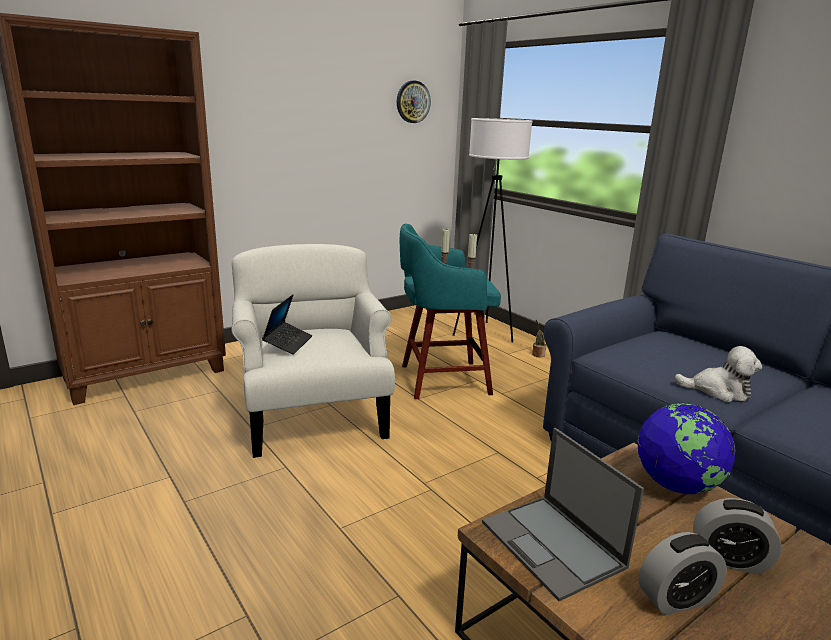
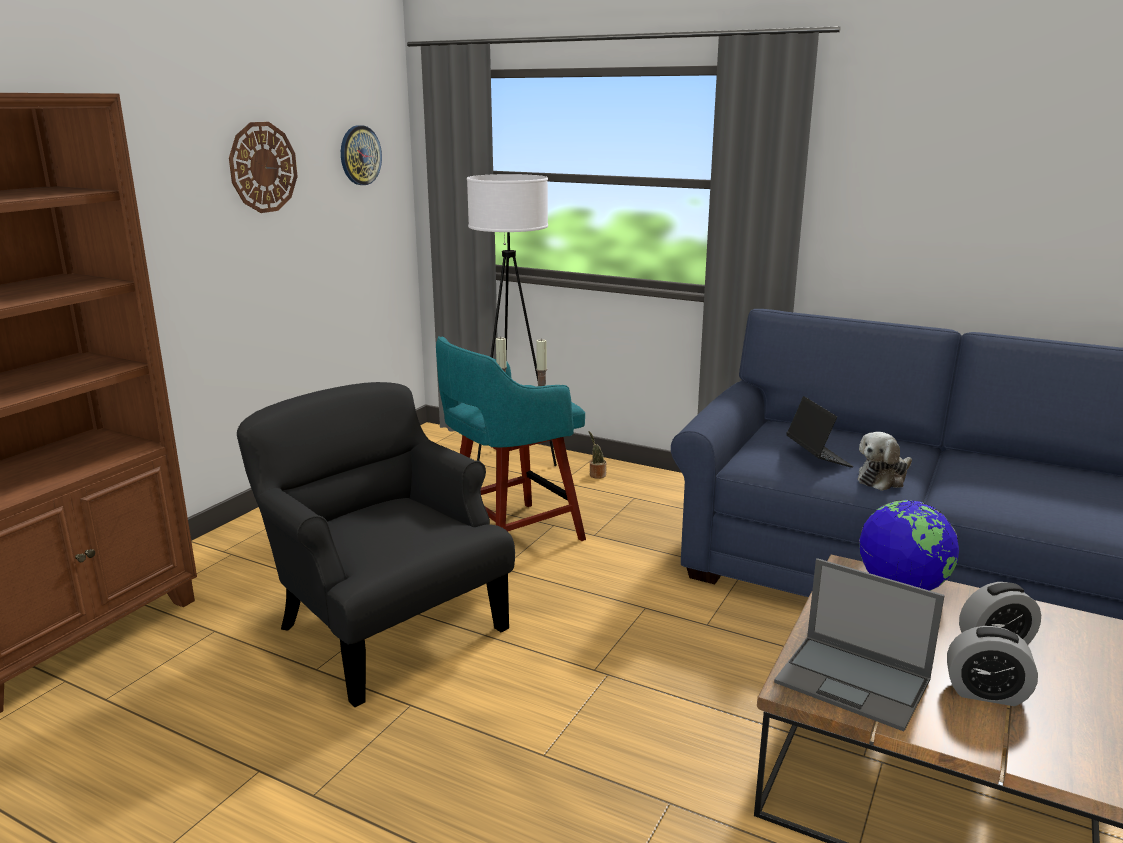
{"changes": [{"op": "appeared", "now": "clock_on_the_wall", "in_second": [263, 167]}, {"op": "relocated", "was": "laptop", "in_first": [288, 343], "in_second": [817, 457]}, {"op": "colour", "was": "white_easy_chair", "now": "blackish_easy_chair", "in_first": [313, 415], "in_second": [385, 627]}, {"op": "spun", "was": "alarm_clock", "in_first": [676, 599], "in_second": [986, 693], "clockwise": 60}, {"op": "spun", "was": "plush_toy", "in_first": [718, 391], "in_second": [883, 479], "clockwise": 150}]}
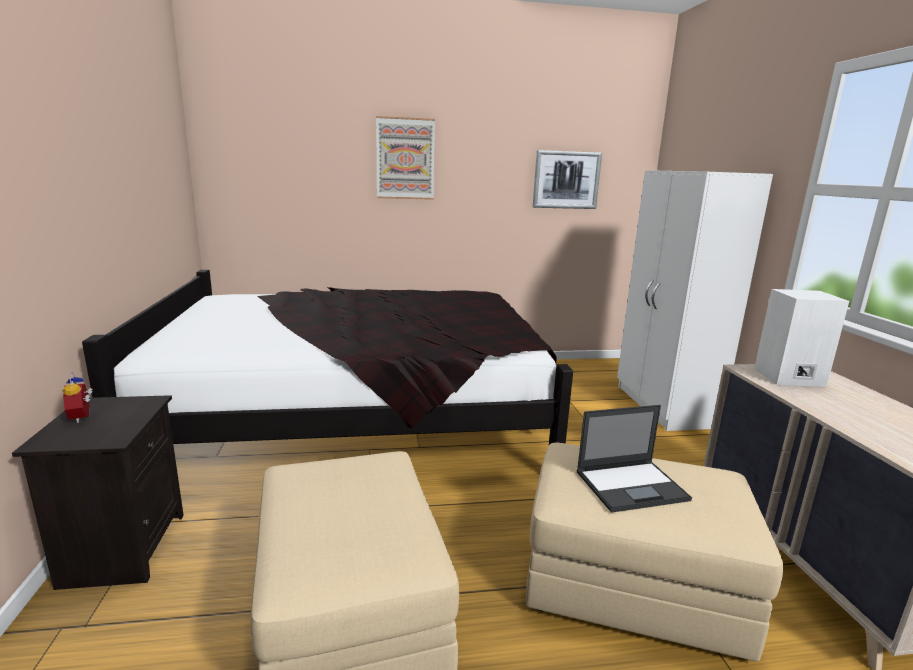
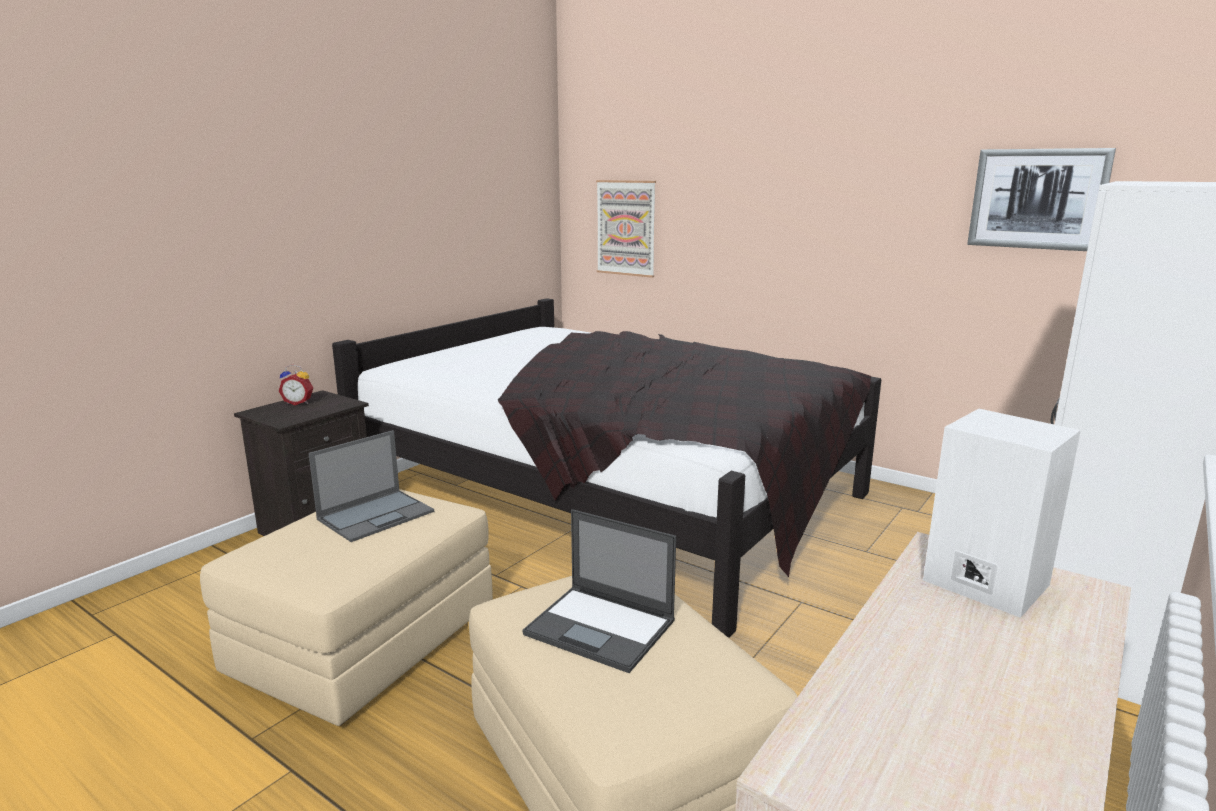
{"changes": [{"op": "appeared", "now": "laptop", "in_second": [377, 515]}, {"op": "relocated", "was": "wall_art", "in_first": [405, 159], "in_second": [626, 228]}, {"op": "spun", "was": "alarm_clock", "in_first": [83, 417], "in_second": [298, 403], "clockwise": -105}]}
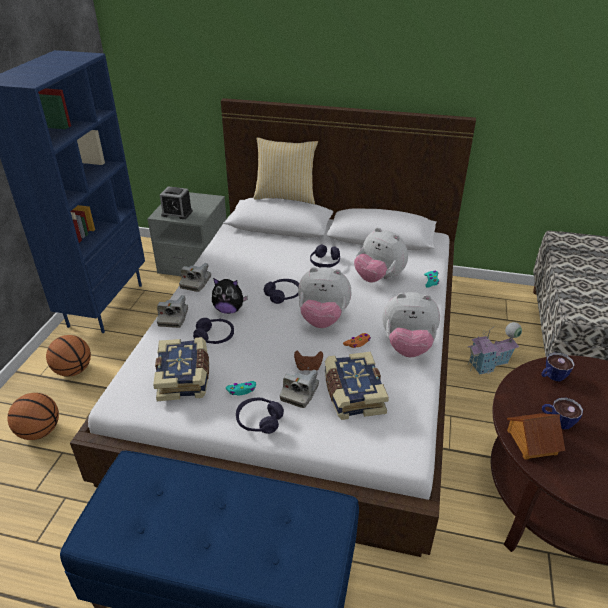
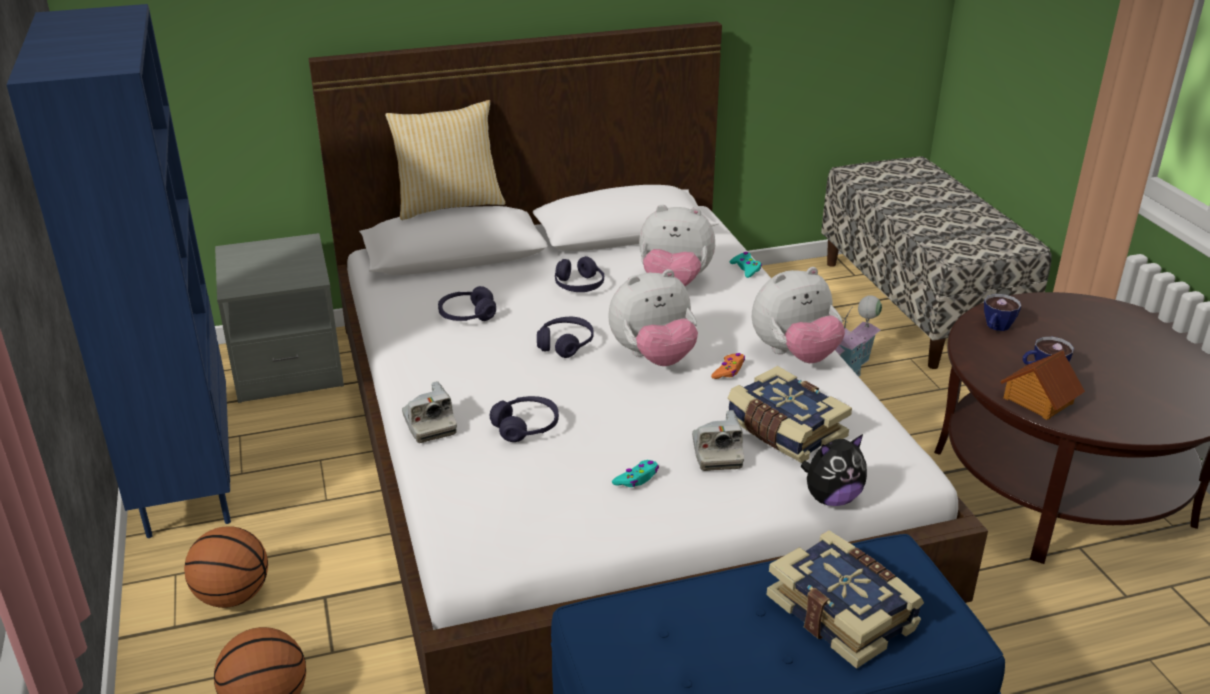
{"changes": [{"op": "missing", "was": "alarm_clock", "in_first": [177, 213]}, {"op": "missing", "was": "photo_camera", "in_first": [196, 283]}, {"op": "missing", "was": "brown-coloured_gamepad", "in_first": [308, 367]}, {"op": "relocated", "was": "book", "in_first": [185, 377], "in_second": [843, 612]}, {"op": "relocated", "was": "plush_toy", "in_first": [229, 310], "in_second": [831, 498]}, {"op": "relocated", "was": "purple-coloured_headphones", "in_first": [259, 421], "in_second": [467, 315]}]}
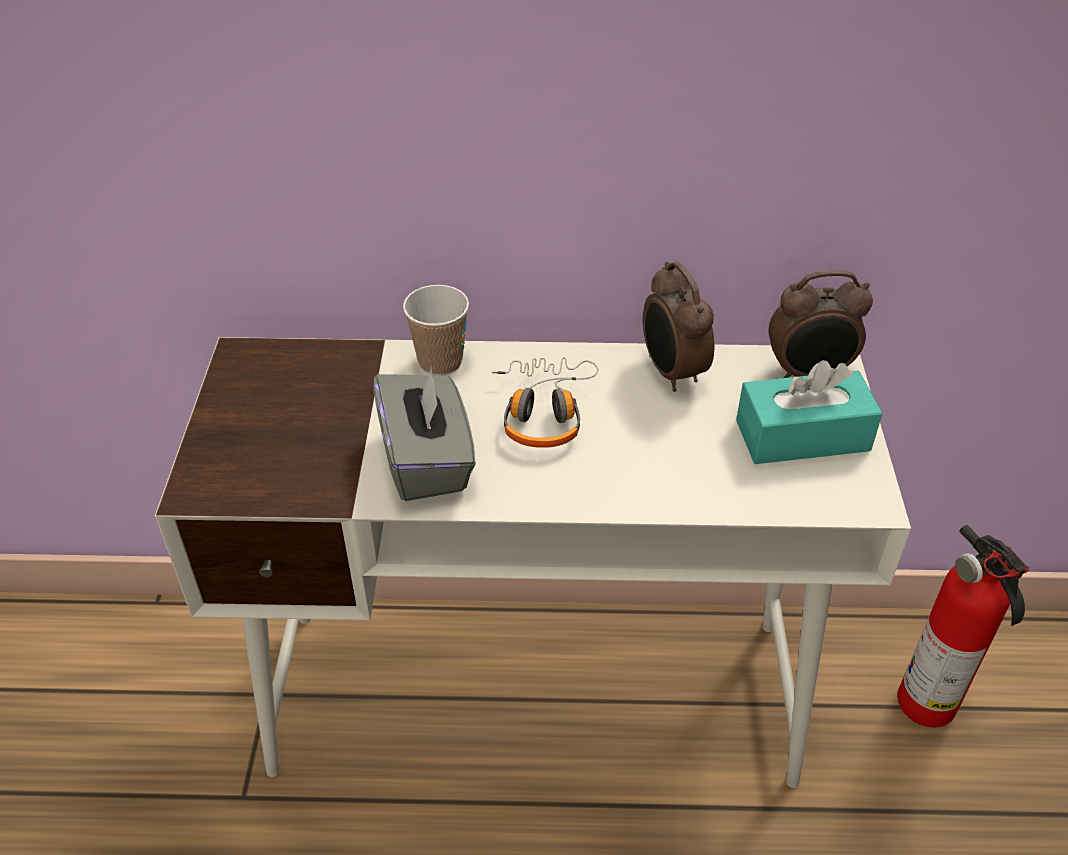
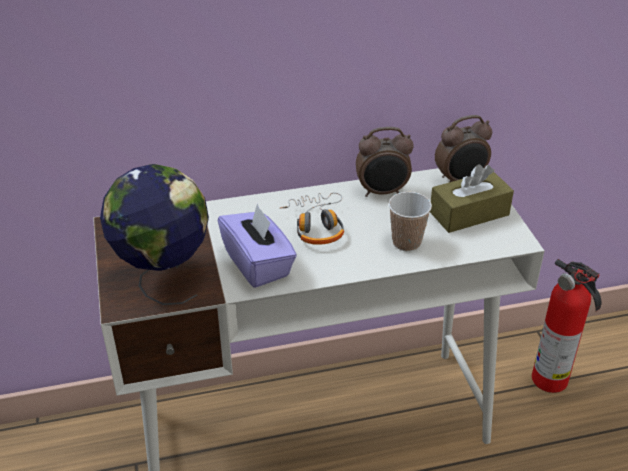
{"changes": [{"op": "appeared", "now": "globe", "in_second": [164, 278]}, {"op": "relocated", "was": "cup", "in_first": [440, 362], "in_second": [406, 242]}, {"op": "colour", "was": "greyish_tissue_box", "now": "purple-coloured_tissue_box", "in_first": [427, 461], "in_second": [258, 264]}, {"op": "colour", "was": "turquoise-coloured_tissue_box", "now": "brown-coloured_tissue_box", "in_first": [802, 436], "in_second": [469, 213]}, {"op": "spun", "was": "alarm_clock", "in_first": [671, 372], "in_second": [382, 192], "clockwise": -60}]}
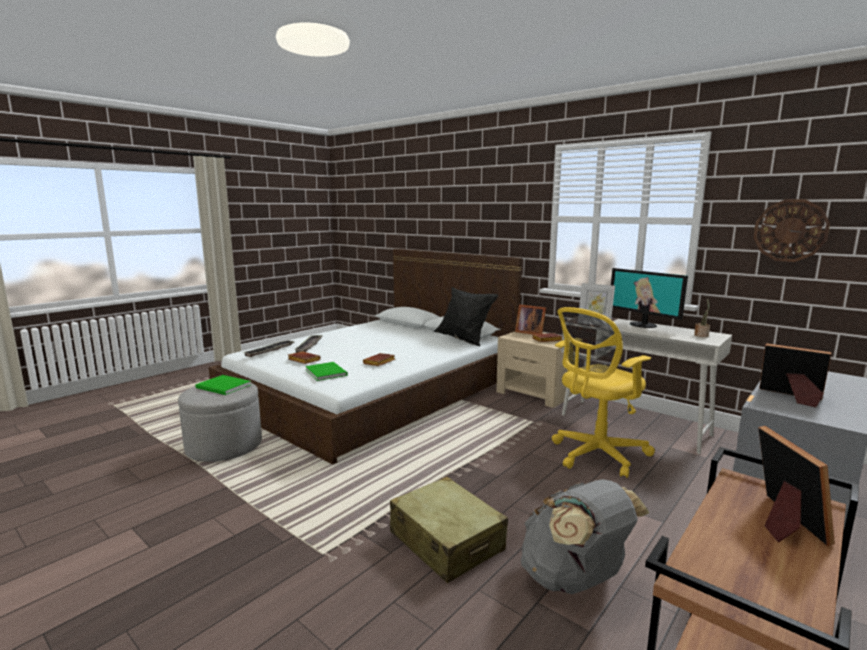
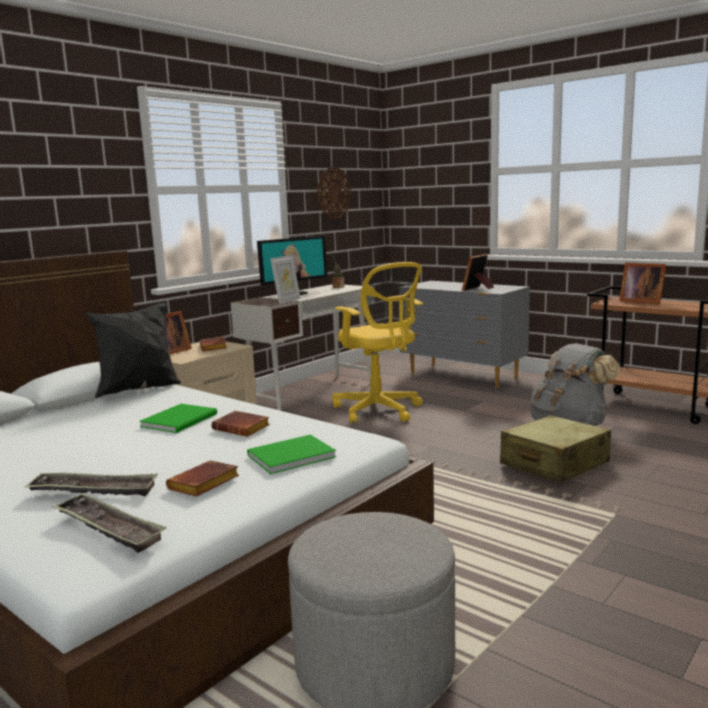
{"changes": [{"op": "relocated", "was": "greenish_book", "in_first": [223, 387], "in_second": [182, 420]}, {"op": "spun", "was": "picture_frame", "in_first": [782, 521], "in_second": [640, 301], "clockwise": -135}]}
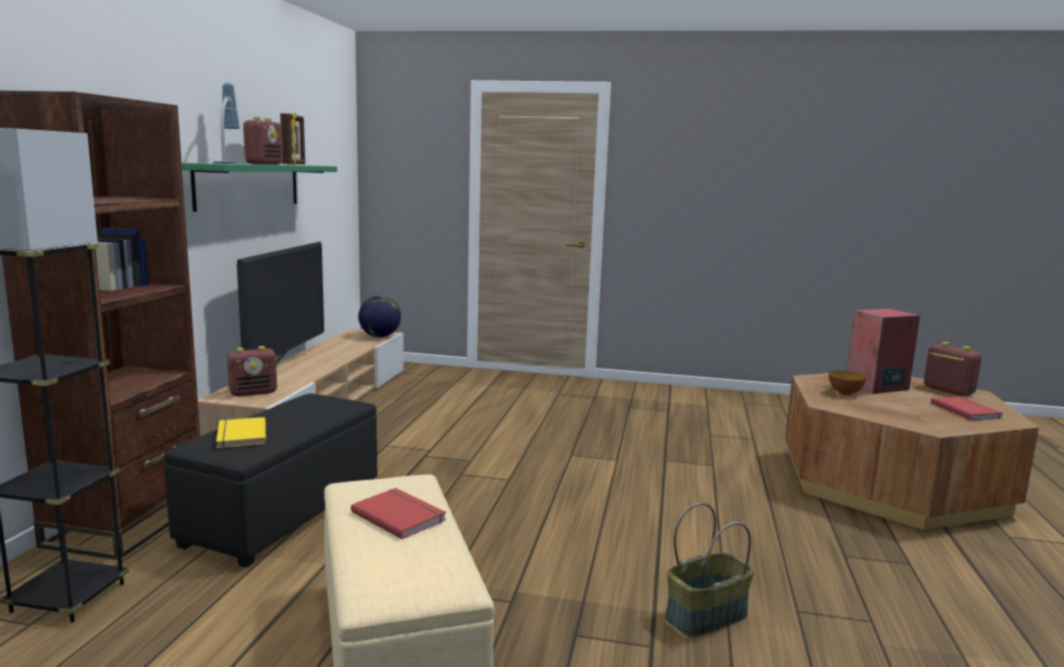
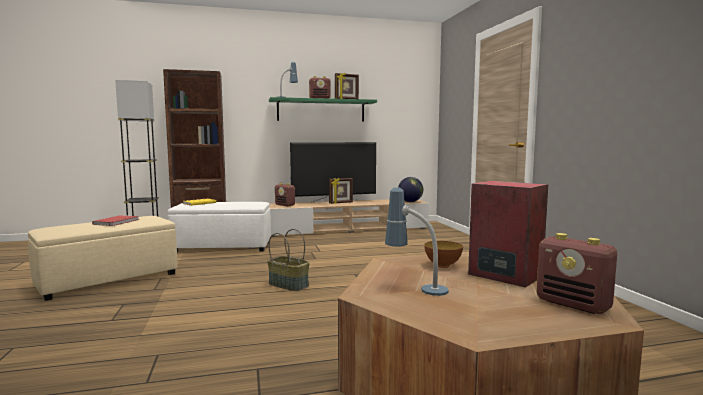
{"changes": [{"op": "missing", "was": "red-coloured_book", "in_first": [967, 410]}, {"op": "appeared", "now": "picture_frame", "in_second": [341, 203]}, {"op": "appeared", "now": "lamp_for_a_table", "in_second": [415, 288]}, {"op": "relocated", "was": "storage_basket", "in_first": [706, 615], "in_second": [289, 285]}, {"op": "colour", "was": "blackish_ottoman", "now": "white_ottoman", "in_first": [285, 513], "in_second": [223, 247]}, {"op": "spun", "was": "radio_receiver", "in_first": [947, 390], "in_second": [574, 305], "clockwise": 105}]}
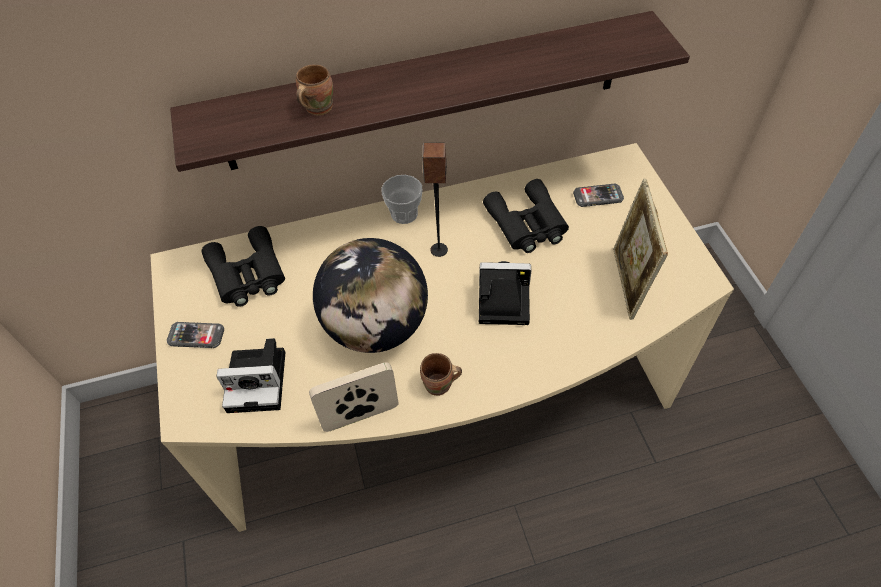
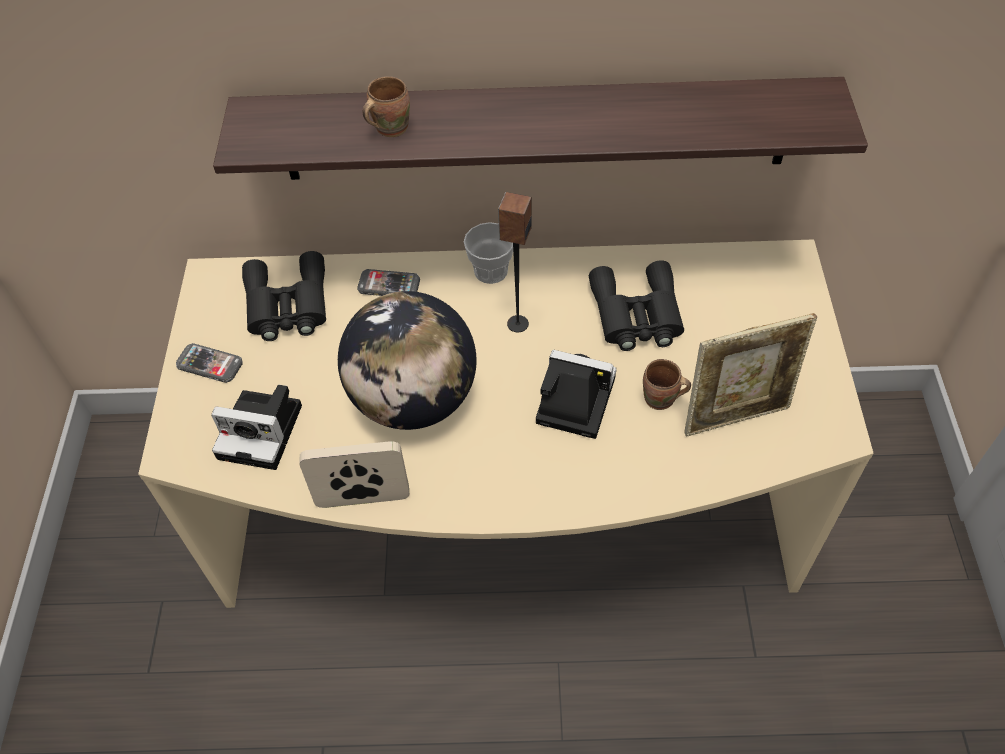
{"changes": [{"op": "relocated", "was": "brown-coloured_mug", "in_first": [439, 386], "in_second": [661, 400]}, {"op": "relocated", "was": "phone", "in_first": [598, 196], "in_second": [389, 285]}, {"op": "spun", "was": "picture_frame", "in_first": [627, 284], "in_second": [736, 416], "clockwise": -120}]}
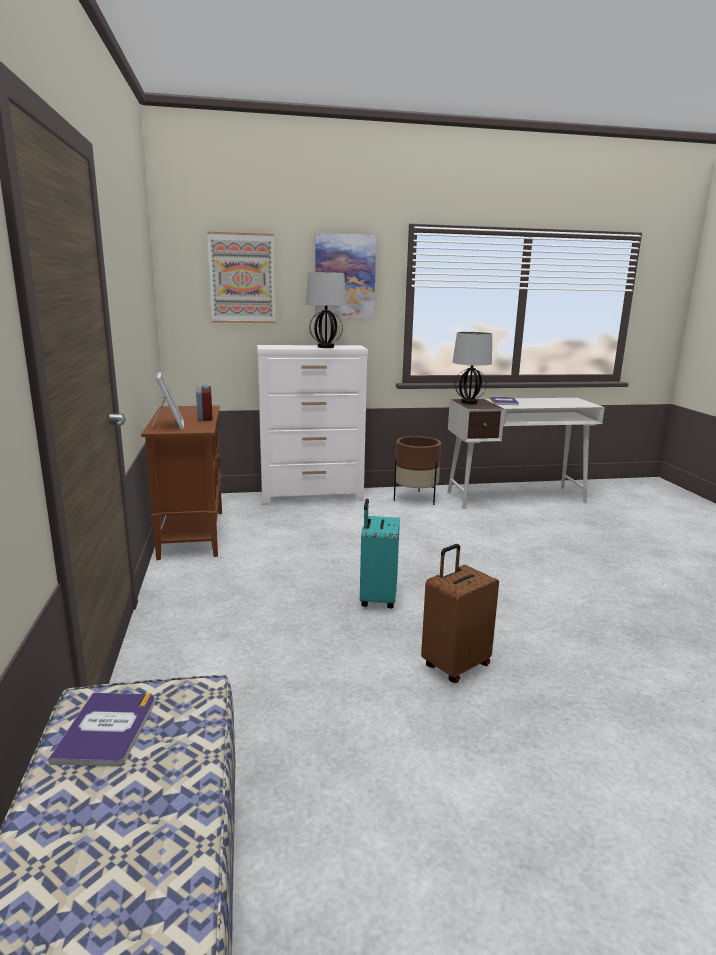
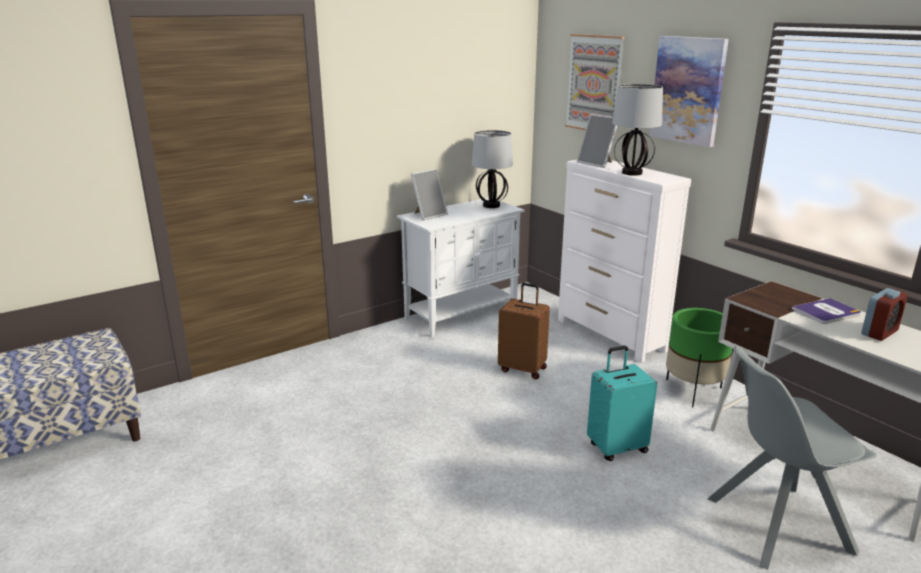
{"changes": [{"op": "missing", "was": "book", "in_first": [107, 729]}, {"op": "appeared", "now": "picture_frame", "in_second": [597, 163]}, {"op": "appeared", "now": "greyish_plain_chair", "in_second": [774, 525]}, {"op": "relocated", "was": "alarm_clock", "in_first": [205, 417], "in_second": [879, 333]}, {"op": "relocated", "was": "turquoise-coloured_piece_of_luggage", "in_first": [377, 598], "in_second": [616, 447]}, {"op": "relocated", "was": "brown-coloured_piece_of_luggage", "in_first": [455, 665], "in_second": [523, 369]}, {"op": "relocated", "was": "lamp_for_a_table", "in_first": [468, 402], "in_second": [491, 205]}, {"op": "colour", "was": "brown-coloured_cupboard", "now": "white_cupboard", "in_first": [192, 533], "in_second": [462, 314]}, {"op": "colour", "was": "brown-coloured_planter", "now": "greenish_planter", "in_first": [415, 499], "in_second": [693, 391]}]}
